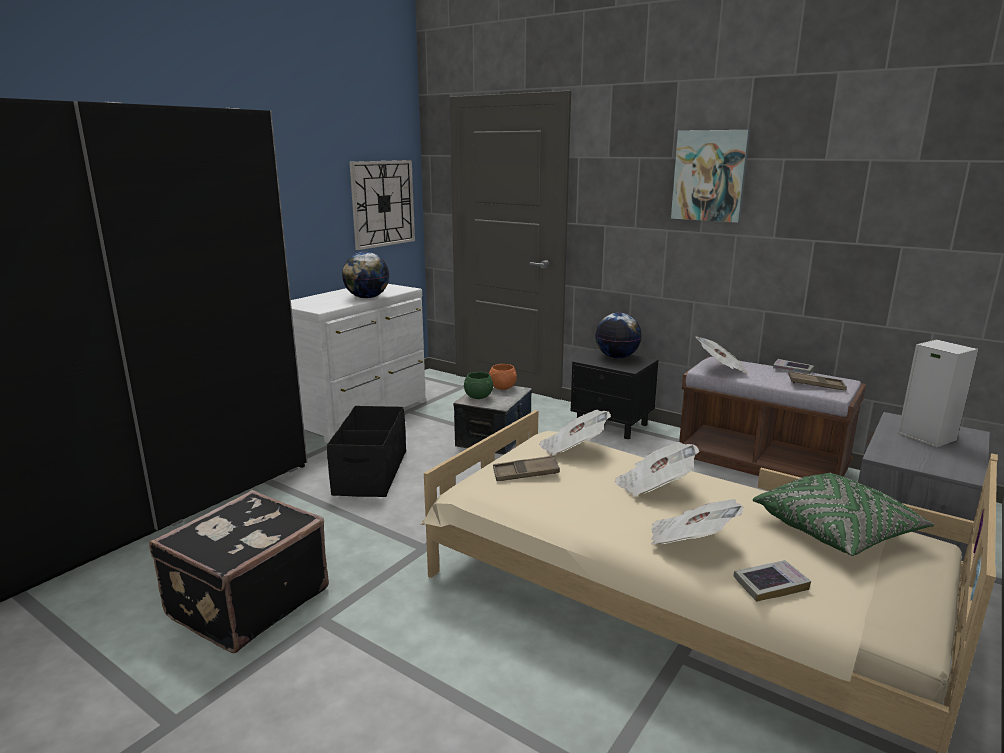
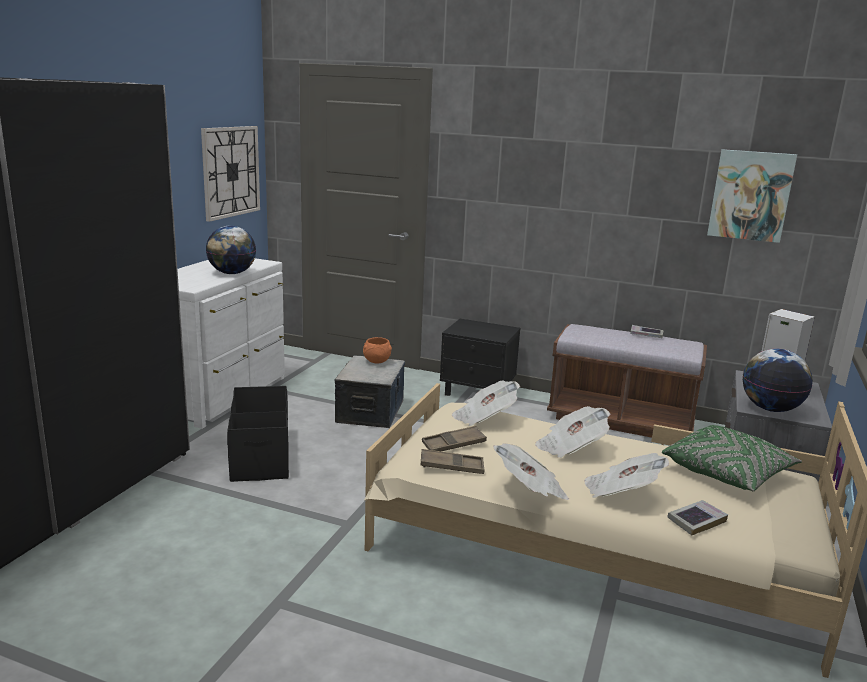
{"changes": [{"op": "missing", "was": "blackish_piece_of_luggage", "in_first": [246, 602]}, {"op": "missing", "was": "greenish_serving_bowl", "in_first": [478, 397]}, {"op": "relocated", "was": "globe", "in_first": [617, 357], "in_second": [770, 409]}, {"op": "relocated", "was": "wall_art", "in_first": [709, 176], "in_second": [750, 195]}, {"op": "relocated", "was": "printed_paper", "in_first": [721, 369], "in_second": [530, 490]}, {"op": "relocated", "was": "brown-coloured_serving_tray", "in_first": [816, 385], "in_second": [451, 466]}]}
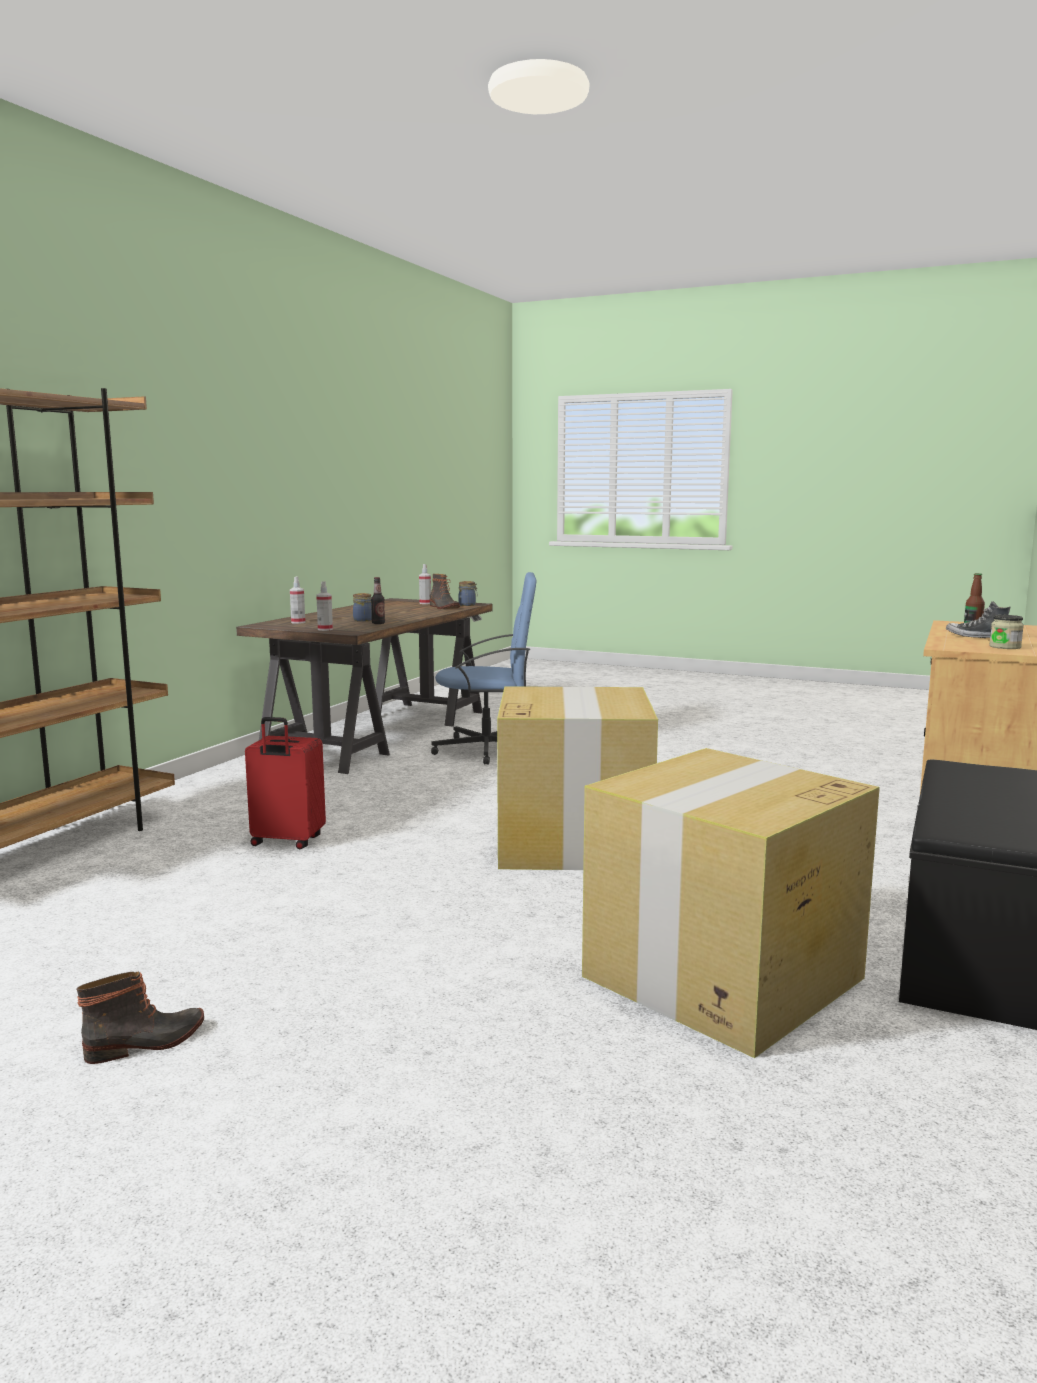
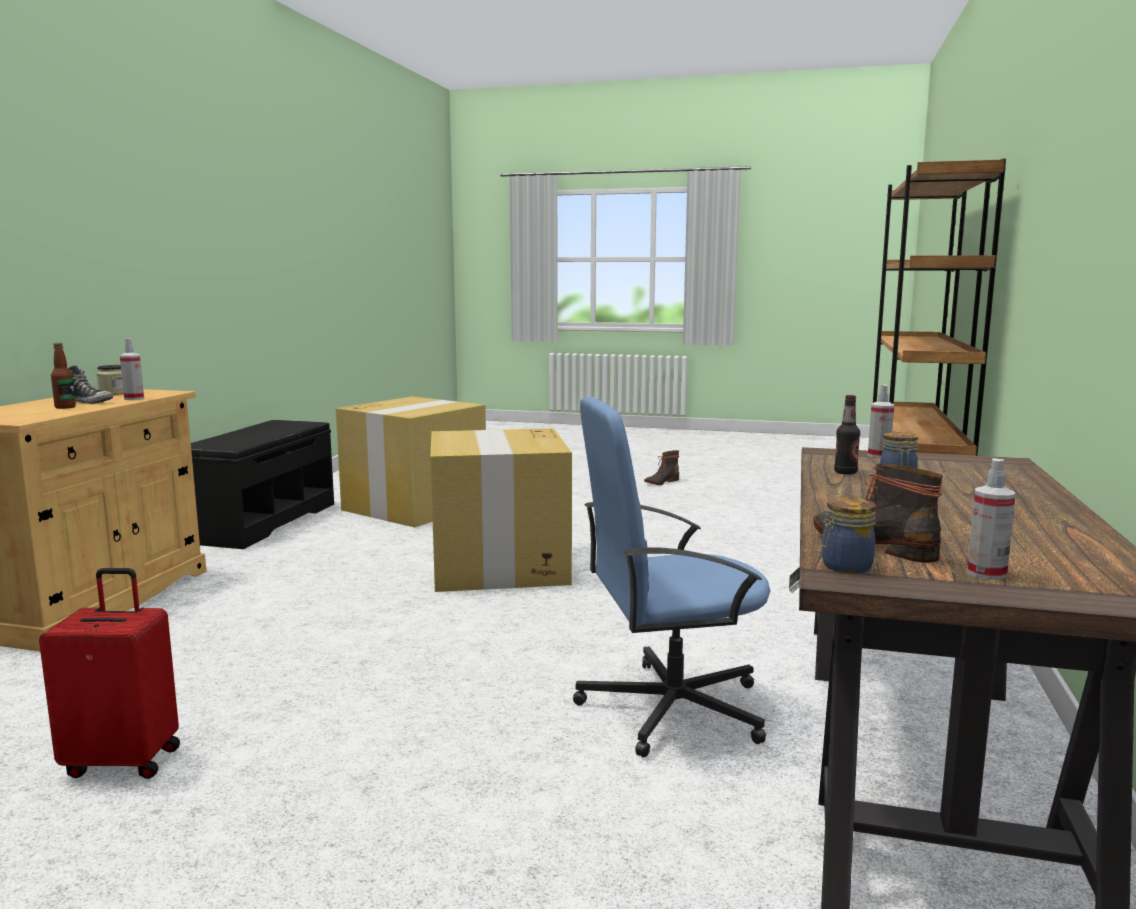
{"changes": [{"op": "relocated", "was": "red-coloured_piece_of_luggage", "in_first": [287, 842], "in_second": [124, 761]}, {"op": "relocated", "was": "spray_bottle", "in_first": [298, 622], "in_second": [134, 398]}]}
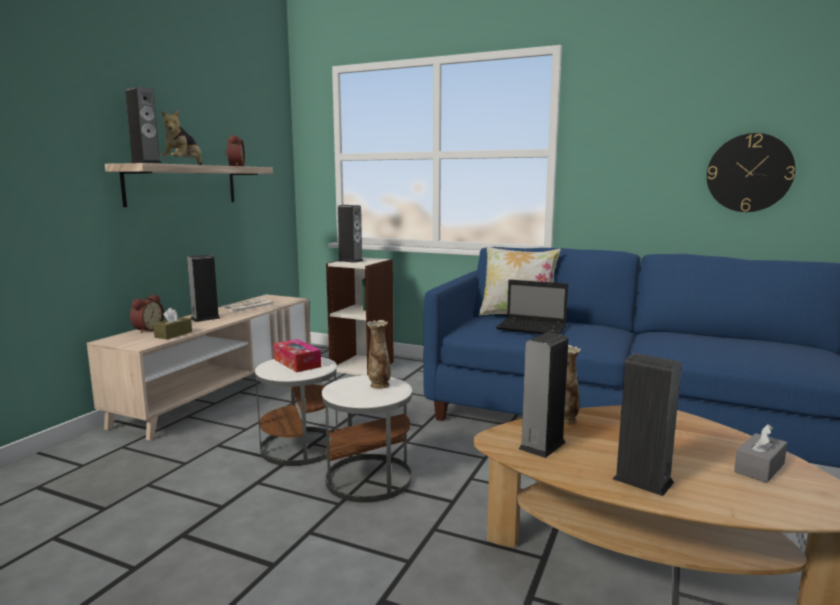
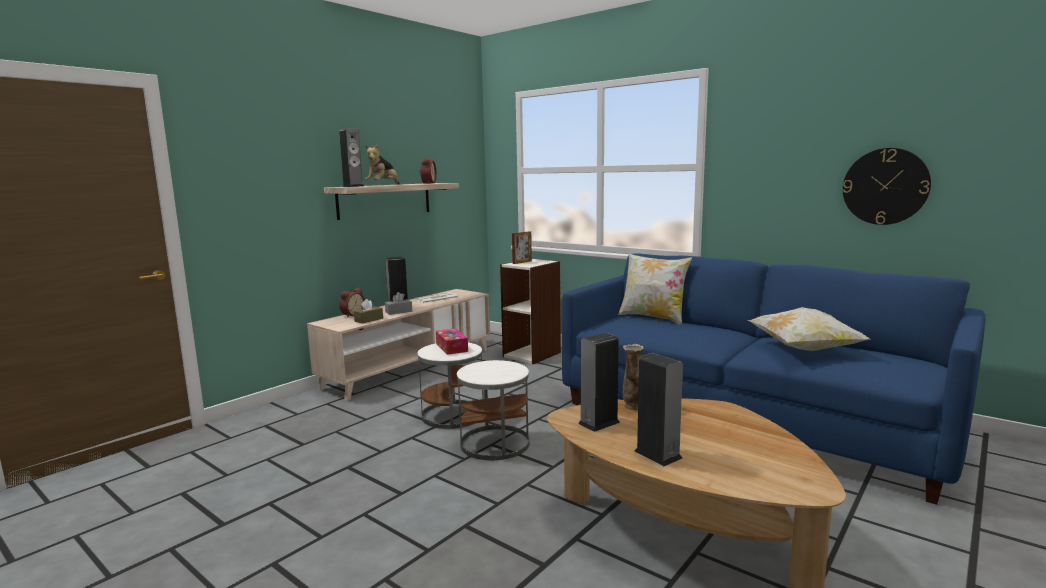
{"changes": [{"op": "missing", "was": "decorative_vase", "in_first": [379, 385]}, {"op": "missing", "was": "laptop", "in_first": [533, 328]}, {"op": "appeared", "now": "throw_pillow", "in_second": [804, 349]}, {"op": "relocated", "was": "greyish_tissue_box", "in_first": [759, 468], "in_second": [398, 312]}, {"op": "exchanged", "was": "loudspeaker", "now": "picture_frame", "in_first": [350, 261], "in_second": [522, 262]}]}
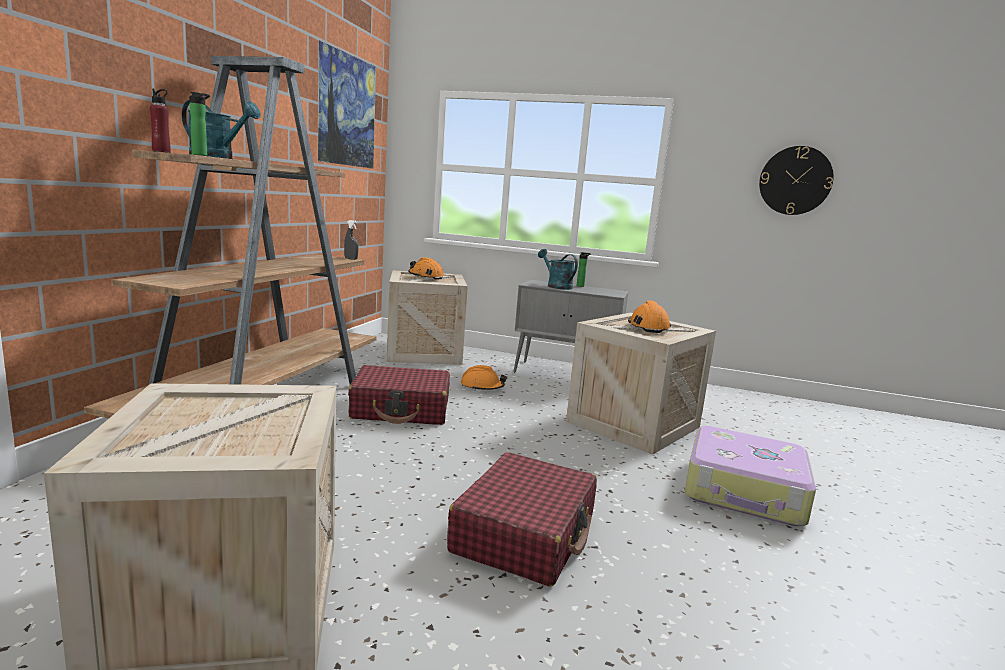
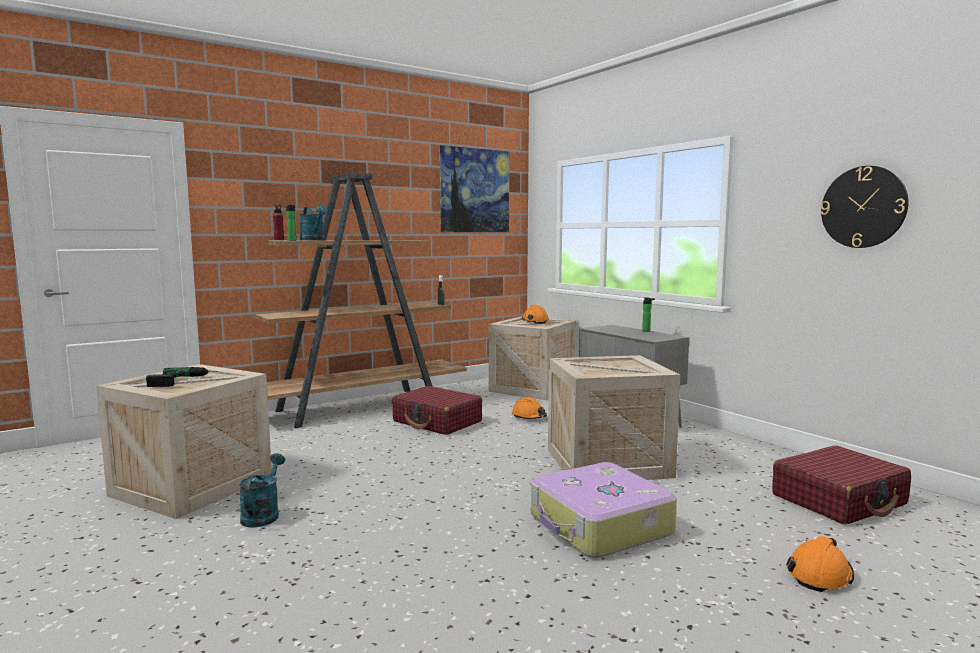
{"changes": [{"op": "appeared", "now": "power_drill", "in_second": [184, 381]}, {"op": "relocated", "was": "red-coloured_piece_of_luggage", "in_first": [525, 534], "in_second": [839, 500]}, {"op": "relocated", "was": "turquoise-coloured_sprinkling_can", "in_first": [556, 286], "in_second": [263, 514]}, {"op": "relocated", "was": "orangey_hard_hat", "in_first": [648, 327], "in_second": [819, 574]}]}
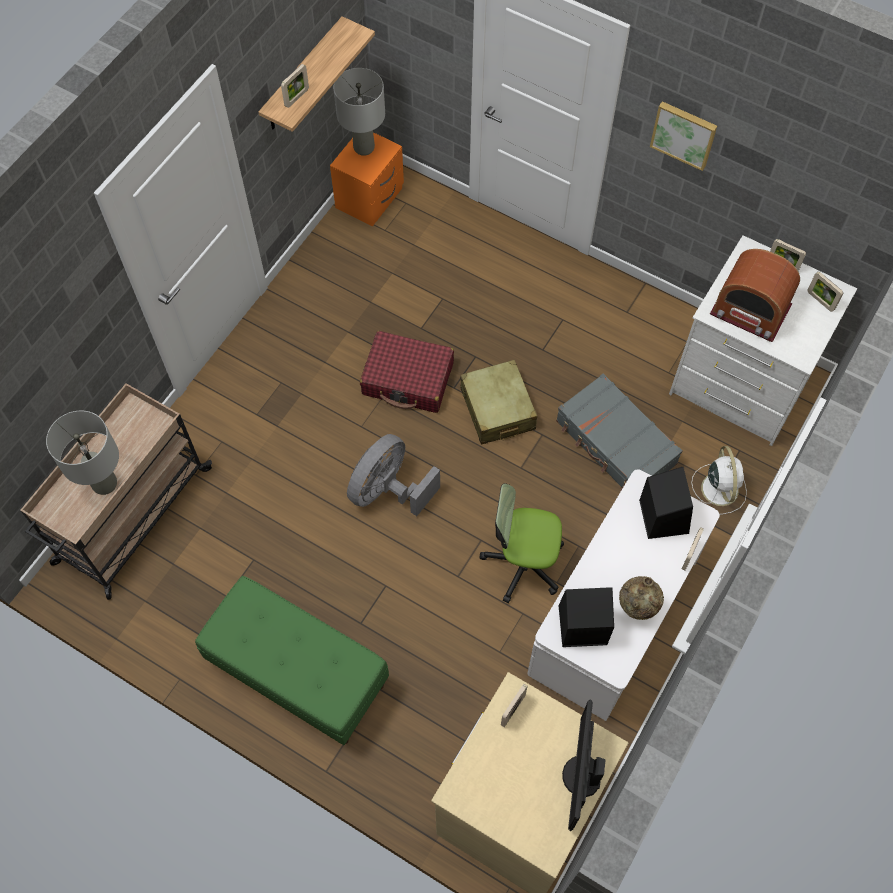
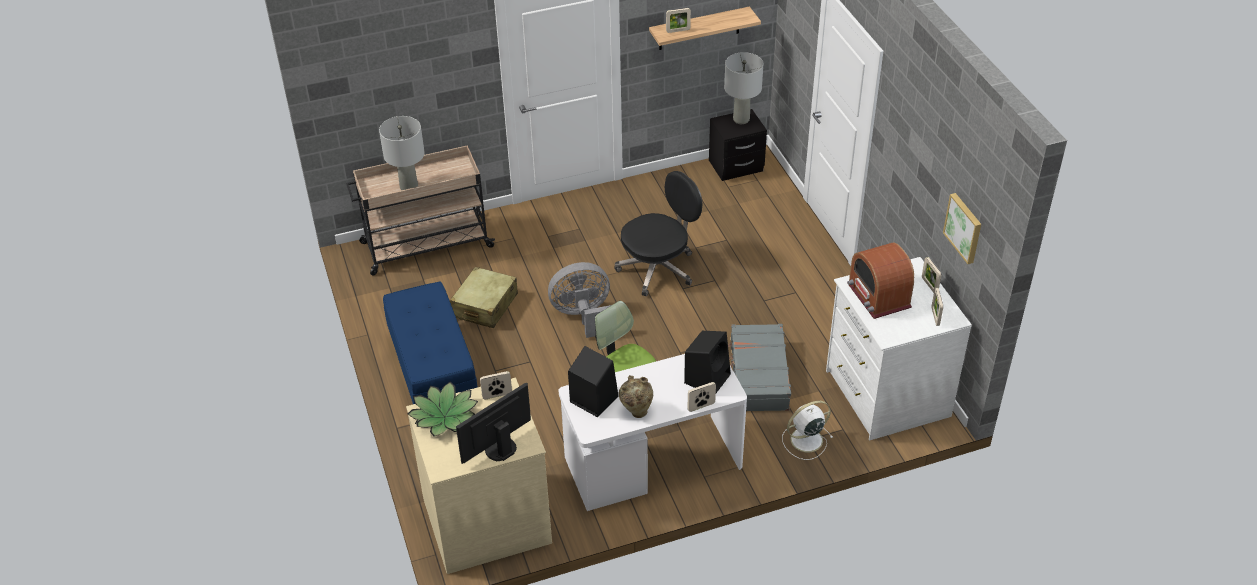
{"changes": [{"op": "appeared", "now": "houseplant", "in_second": [445, 416]}, {"op": "relocated", "was": "sand-coloured_piece_of_luggage", "in_first": [497, 409], "in_second": [484, 306]}, {"op": "relocated", "was": "wall_art", "in_first": [684, 134], "in_second": [964, 227]}, {"op": "exchanged", "was": "red-coloured_piece_of_luggage", "now": "blackish_computer_chair", "in_first": [408, 379], "in_second": [658, 268]}, {"op": "colour", "was": "greenish_long_seat", "now": "blue-coloured_long_seat", "in_first": [297, 673], "in_second": [432, 372]}, {"op": "colour", "was": "orangey_night_table", "now": "blackish_night_table", "in_first": [370, 199], "in_second": [736, 166]}, {"op": "spun", "was": "white_fan", "in_first": [719, 487], "in_second": [805, 440], "clockwise": -150}]}
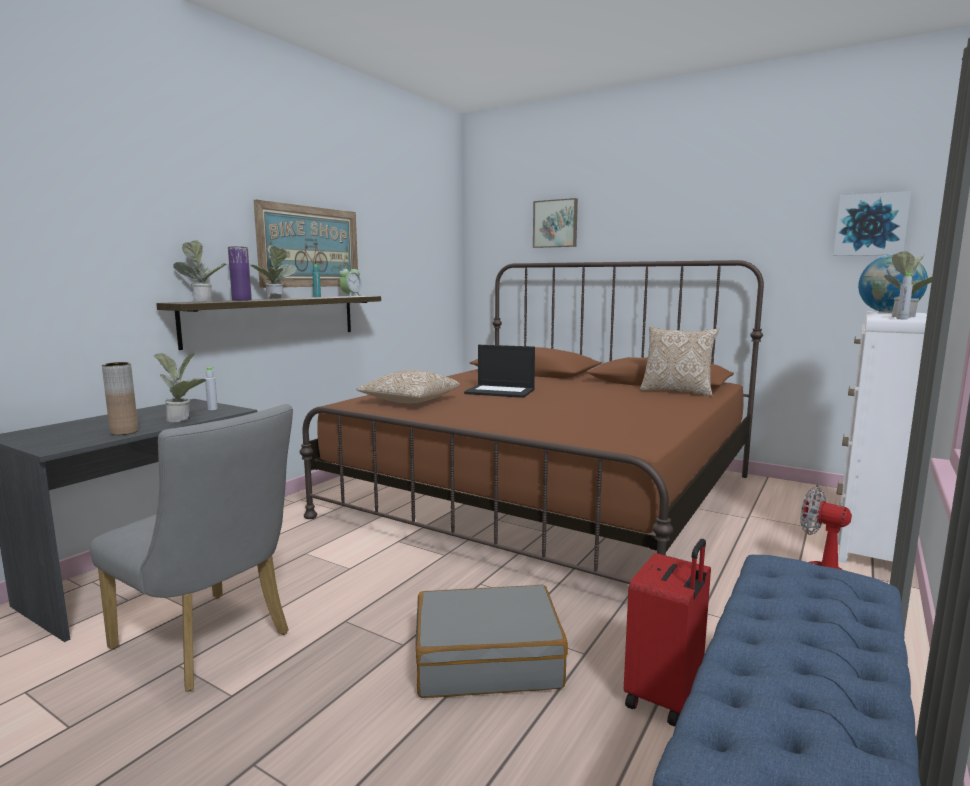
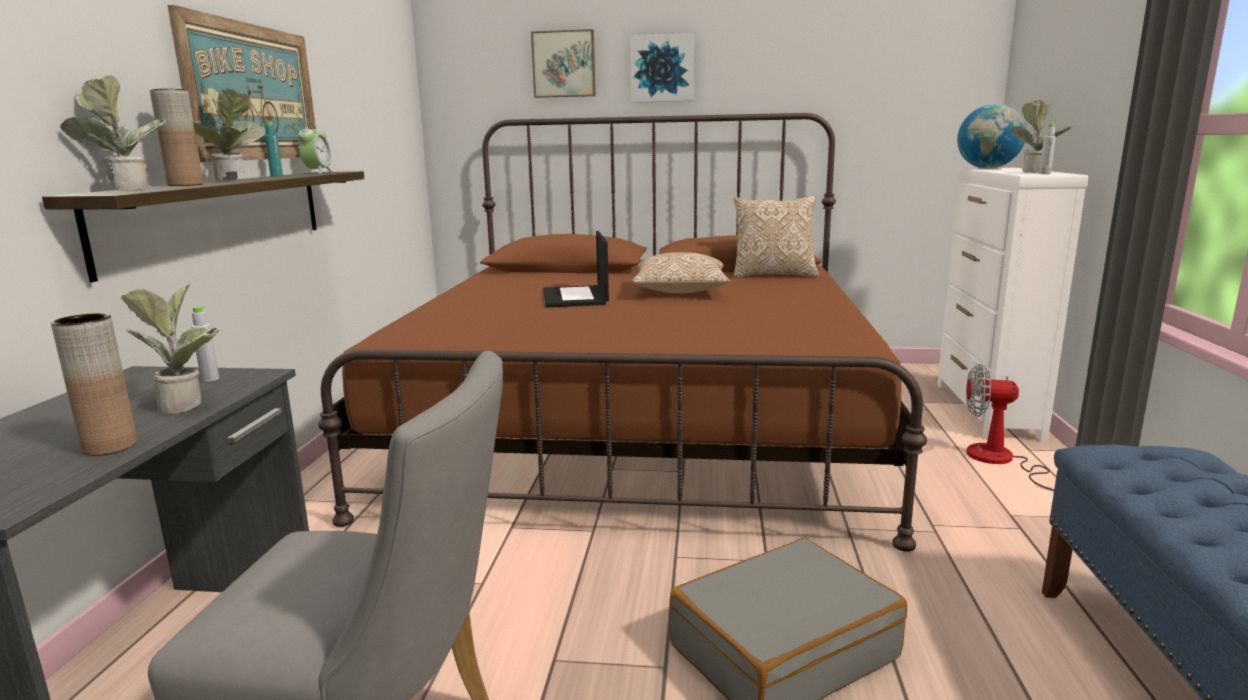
{"changes": [{"op": "missing", "was": "red-coloured_piece_of_luggage", "in_first": [665, 696]}, {"op": "relocated", "was": "throw_pillow", "in_first": [409, 402], "in_second": [680, 291]}, {"op": "relocated", "was": "wall_art", "in_first": [870, 225], "in_second": [662, 69]}, {"op": "colour", "was": "purple-coloured_decorative_vase", "now": "brown-coloured_decorative_vase", "in_first": [241, 300], "in_second": [185, 185]}, {"op": "spun", "was": "laptop", "in_first": [501, 391], "in_second": [576, 297], "clockwise": 90}]}
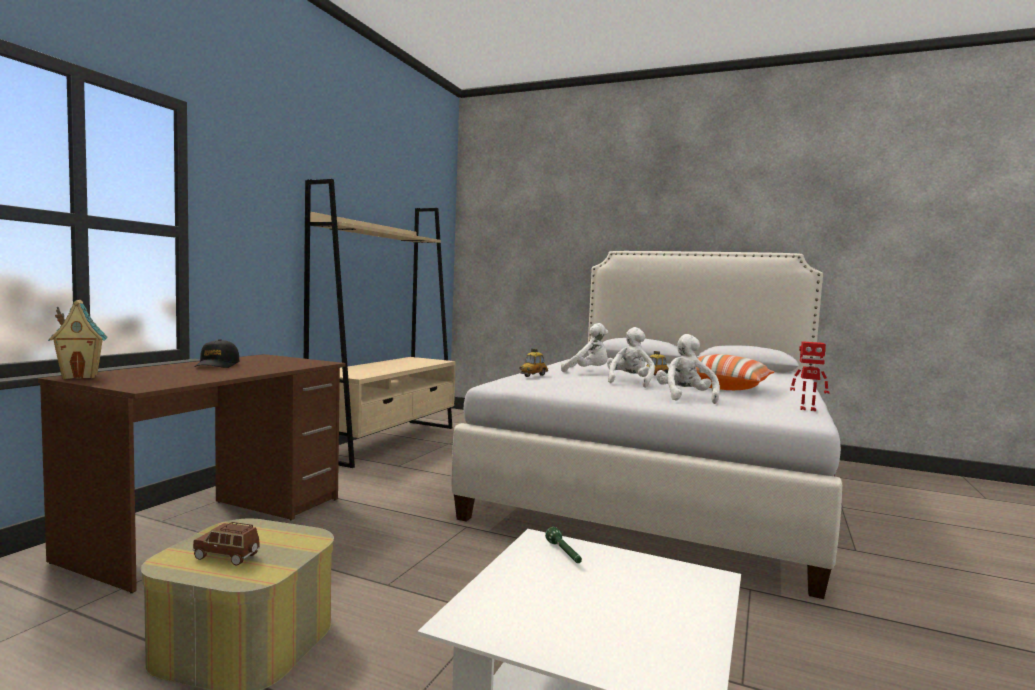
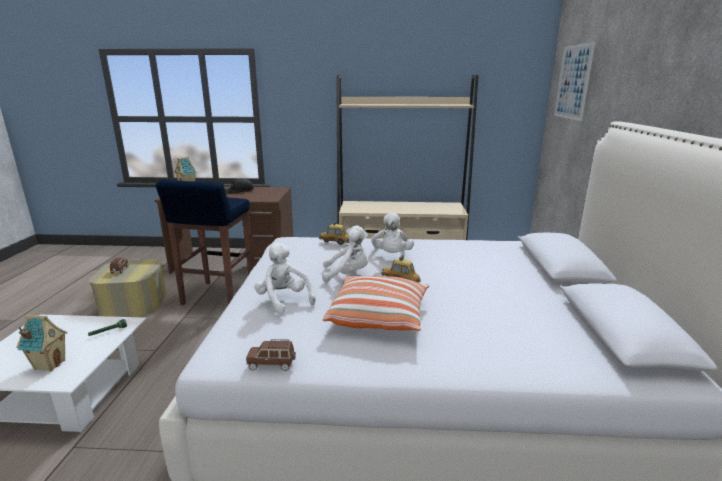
{"changes": [{"op": "appeared", "now": "toy_house", "in_second": [49, 364]}, {"op": "appeared", "now": "blue-coloured_stool_seat", "in_second": [218, 296]}, {"op": "appeared", "now": "wall_art", "in_second": [573, 82]}, {"op": "exchanged", "was": "robot_figure", "now": "brown-coloured_miniature_car", "in_first": [807, 409], "in_second": [272, 364]}, {"op": "spun", "was": "white_plush_toy", "in_first": [685, 398], "in_second": [284, 300], "clockwise": -105}]}
